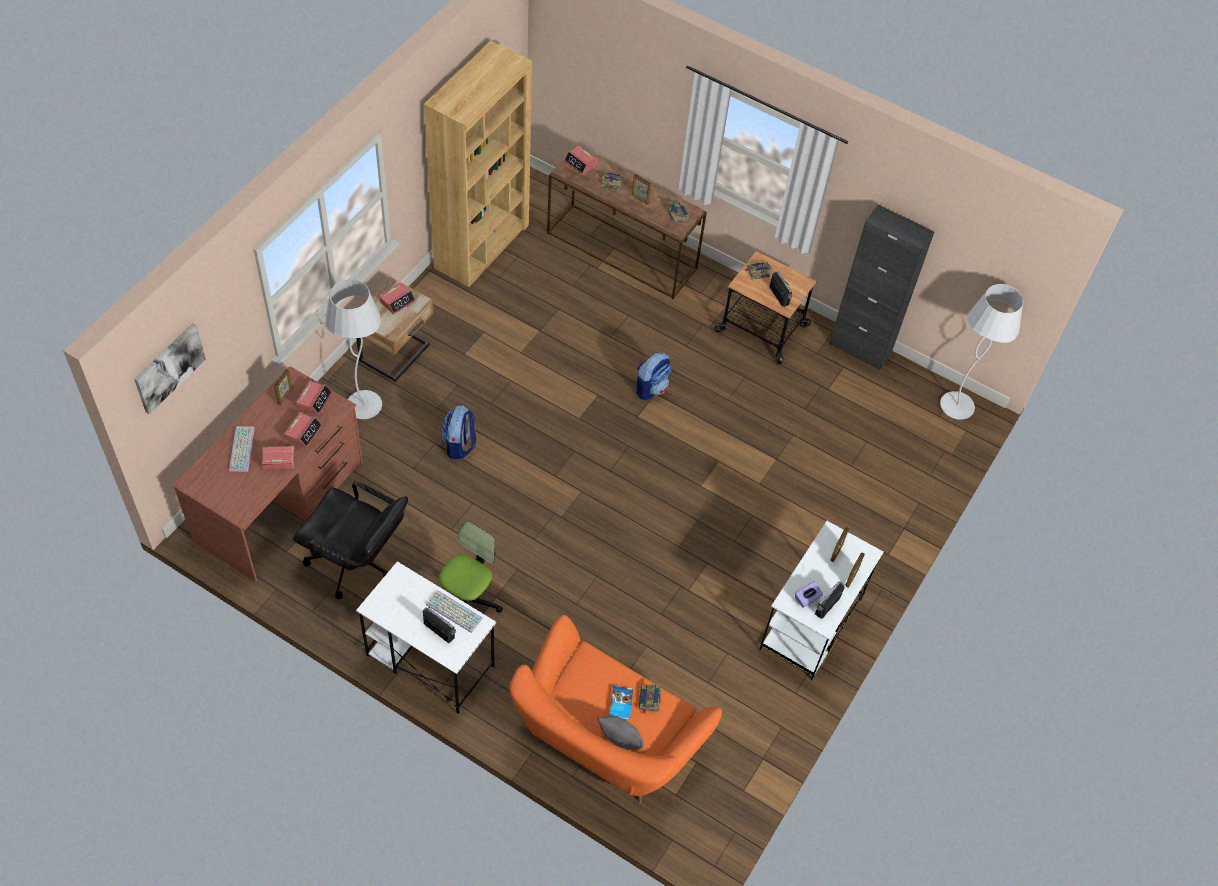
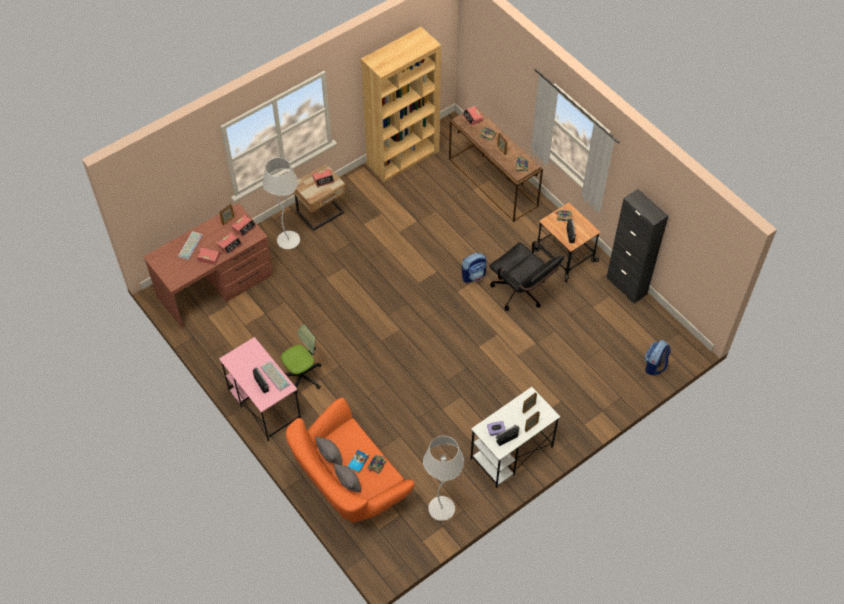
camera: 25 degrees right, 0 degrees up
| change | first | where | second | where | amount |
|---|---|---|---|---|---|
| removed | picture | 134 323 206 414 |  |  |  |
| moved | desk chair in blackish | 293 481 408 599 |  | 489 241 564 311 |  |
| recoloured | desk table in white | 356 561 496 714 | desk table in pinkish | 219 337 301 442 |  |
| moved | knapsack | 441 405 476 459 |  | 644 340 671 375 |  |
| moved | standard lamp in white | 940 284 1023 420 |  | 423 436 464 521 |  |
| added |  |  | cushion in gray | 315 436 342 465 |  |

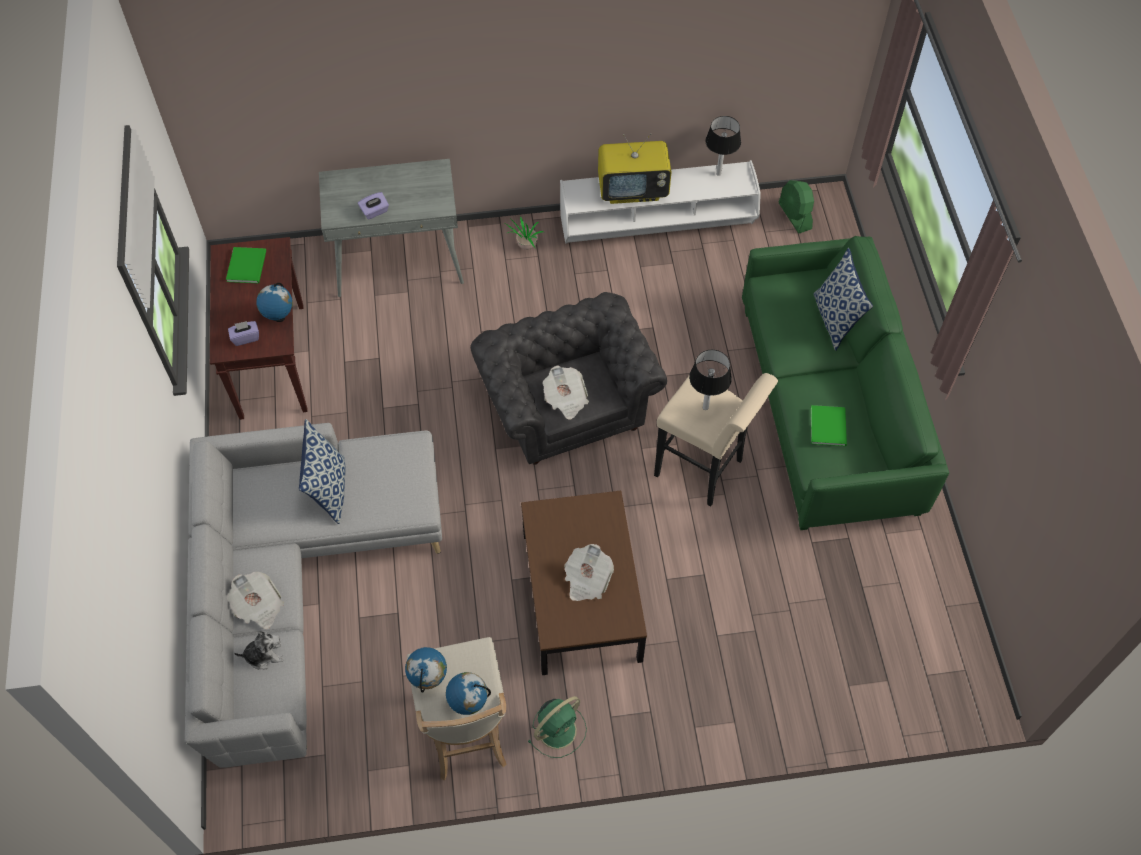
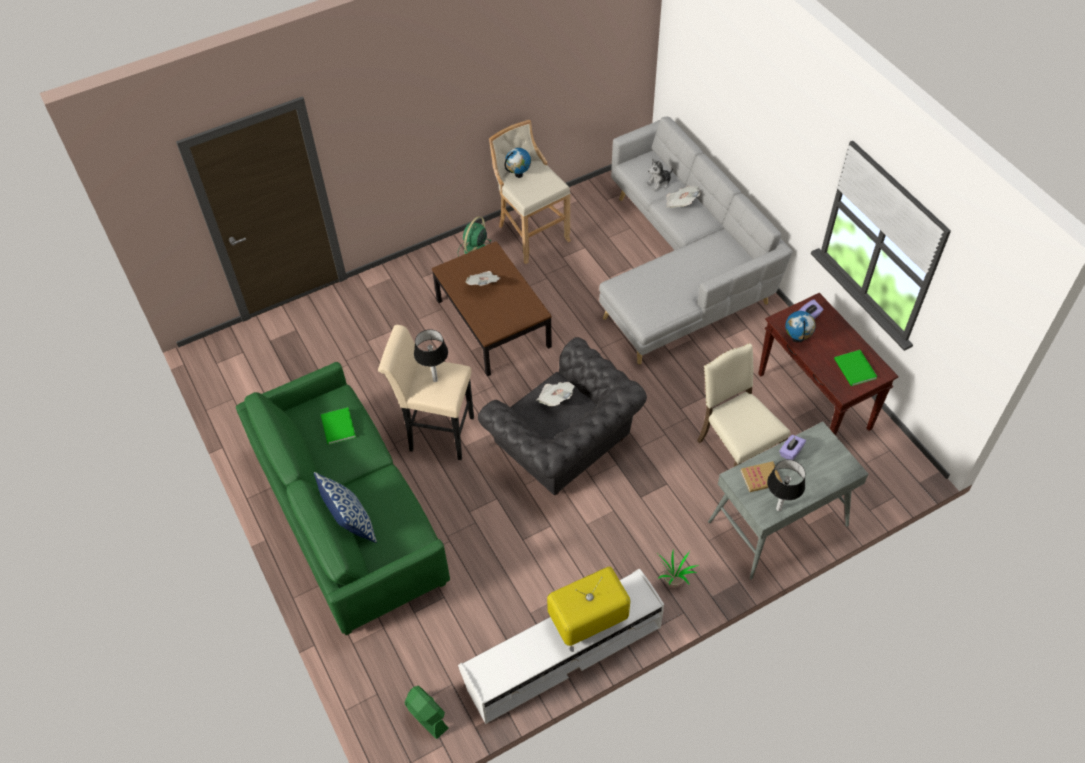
camera: 160 degrees right, 5 degrees down
| change | first | where | second | where | amount |
|---|---|---|---|---|---|
| removed | cushion | 299 419 346 524 |  |  |  |
| removed | globe | 405 647 447 692 |  |  |  |
| moved | tabletop lamp | 705 116 741 176 |  | 767 459 805 511 |  |
| added |  |  | upright chair in sand-coloured | 697 343 790 467 |  |
| added |  |  | volume | 741 461 782 492 |  |

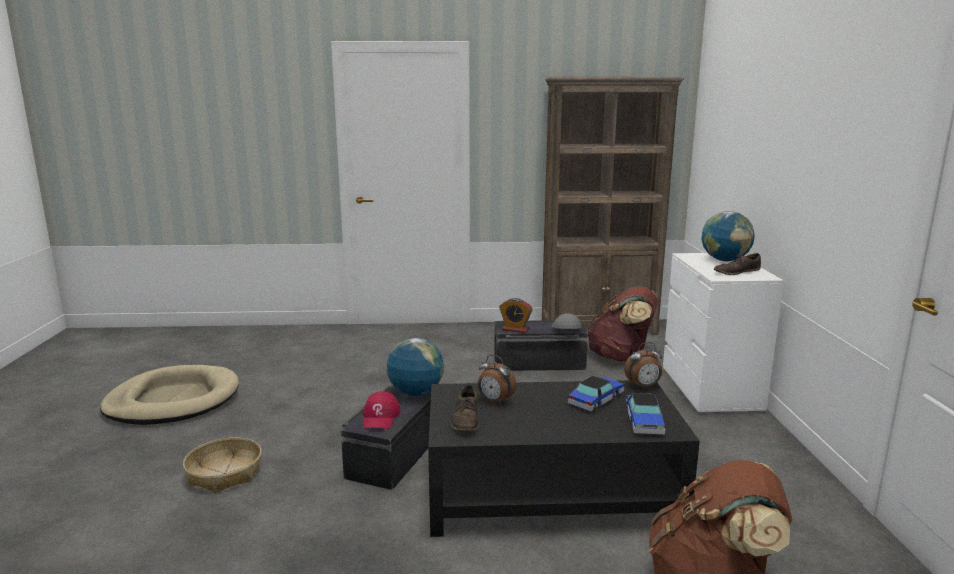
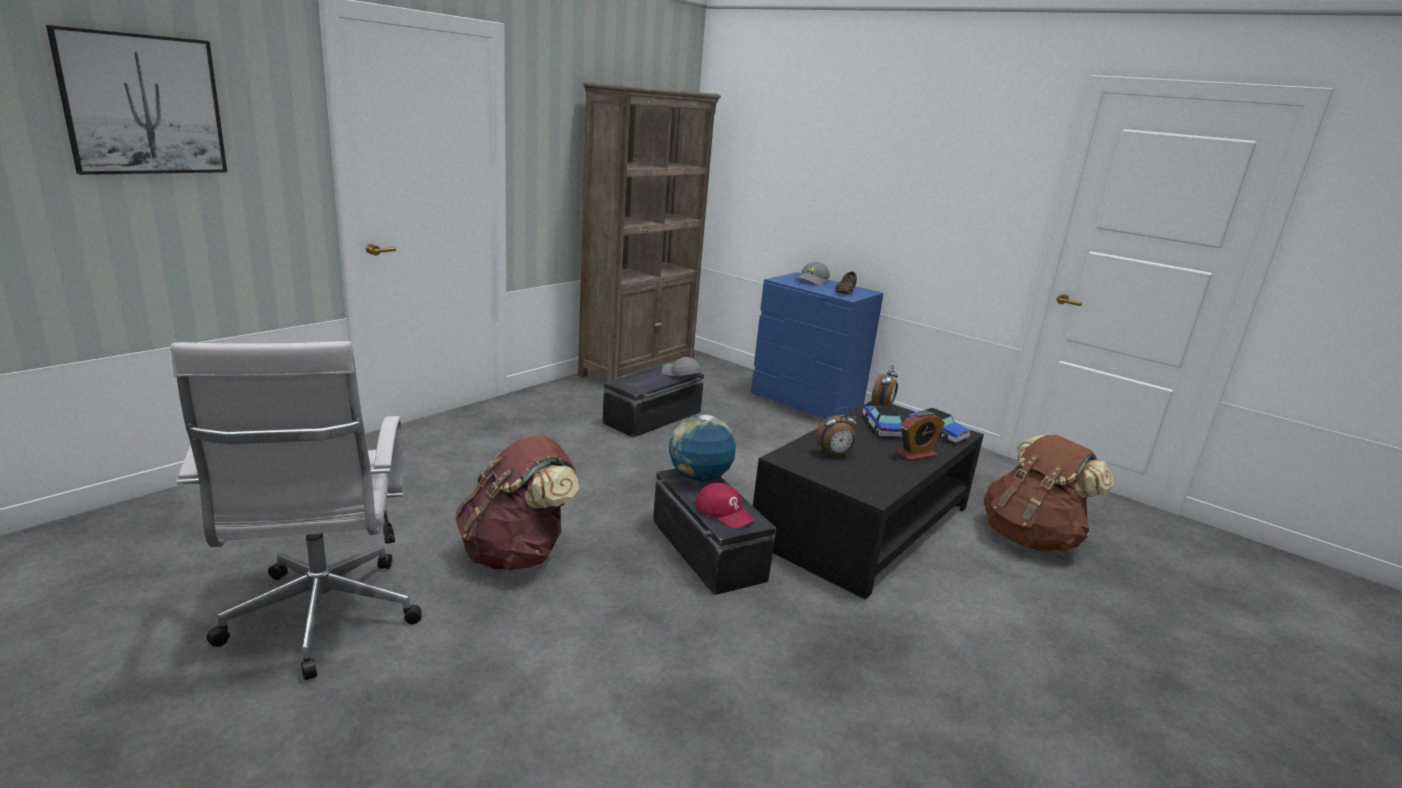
camera: 50 degrees left, 5 degrees up
| change | first | where | second | where | amount |
|---|---|---|---|---|---|
| replaced | pet bed in sand-coloured | 100 365 239 425 | desk chair in white | 171 341 422 680 |  |
| removed | household basket | 183 438 262 493 |  |  |  |
| removed | item of footwear in brown | 451 385 478 432 |  |  |  |
| moved | bedside clock | 499 298 533 333 |  | 896 411 945 462 |  |
| moved | knapsack in brown | 587 286 659 362 |  | 455 435 579 570 |  |
| recoloured | chest of drawers in white | 663 253 784 415 | chest of drawers in bluish | 751 272 884 419 |  |
| replaced | globe | 701 211 755 261 | baseball cap in gray | 795 262 830 285 |  |
| added |  |  | picture | 46 25 227 175 |  |

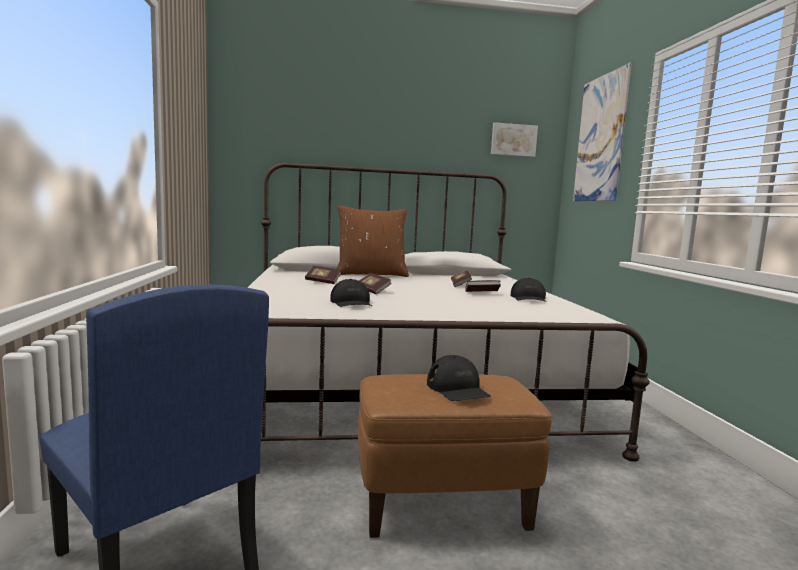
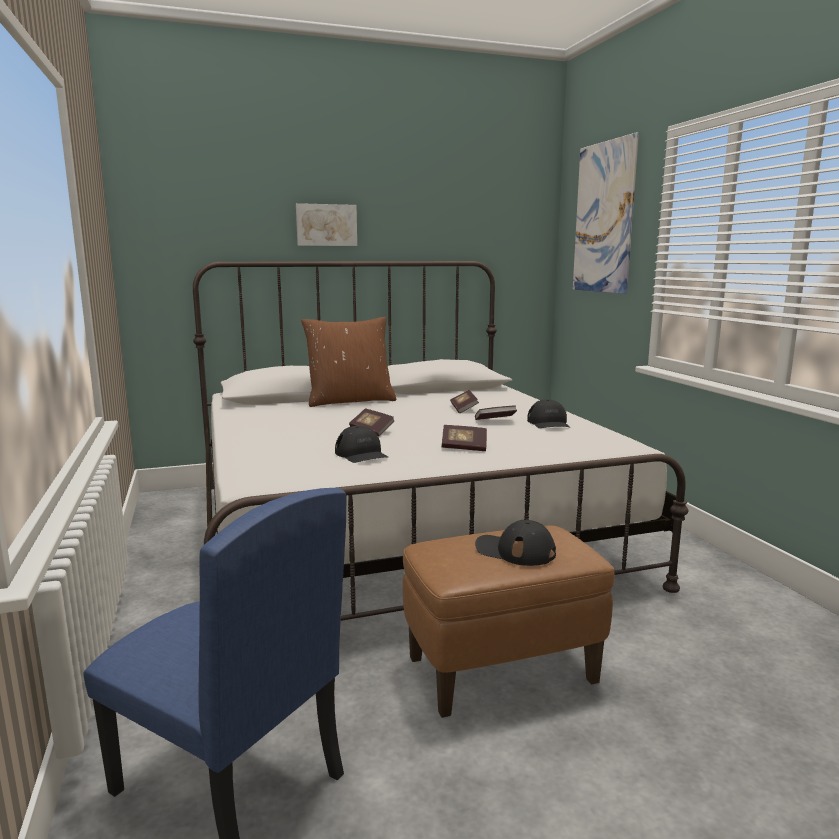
camera: 10 degrees left, 5 degrees up
| change | first | where | second | where | amount |
|---|---|---|---|---|---|
| moved | volume | 305 266 341 284 |  | 442 425 487 451 |  |
| turned | baseball cap in blackish | 427 355 491 401 |  | 475 520 556 566 | 150 degrees clockwise |
| moved | picture | 491 122 538 157 |  | 296 203 357 246 |  |

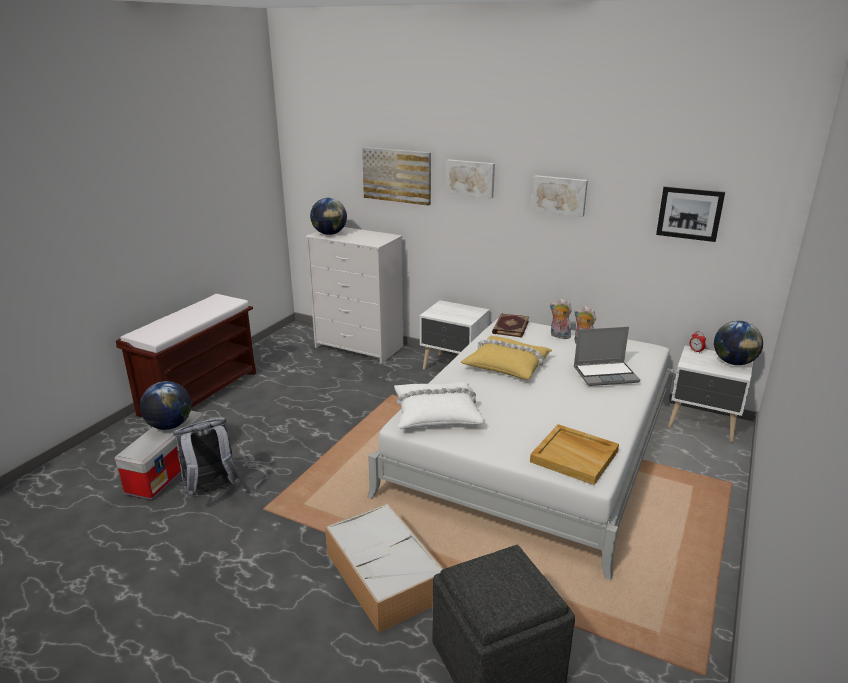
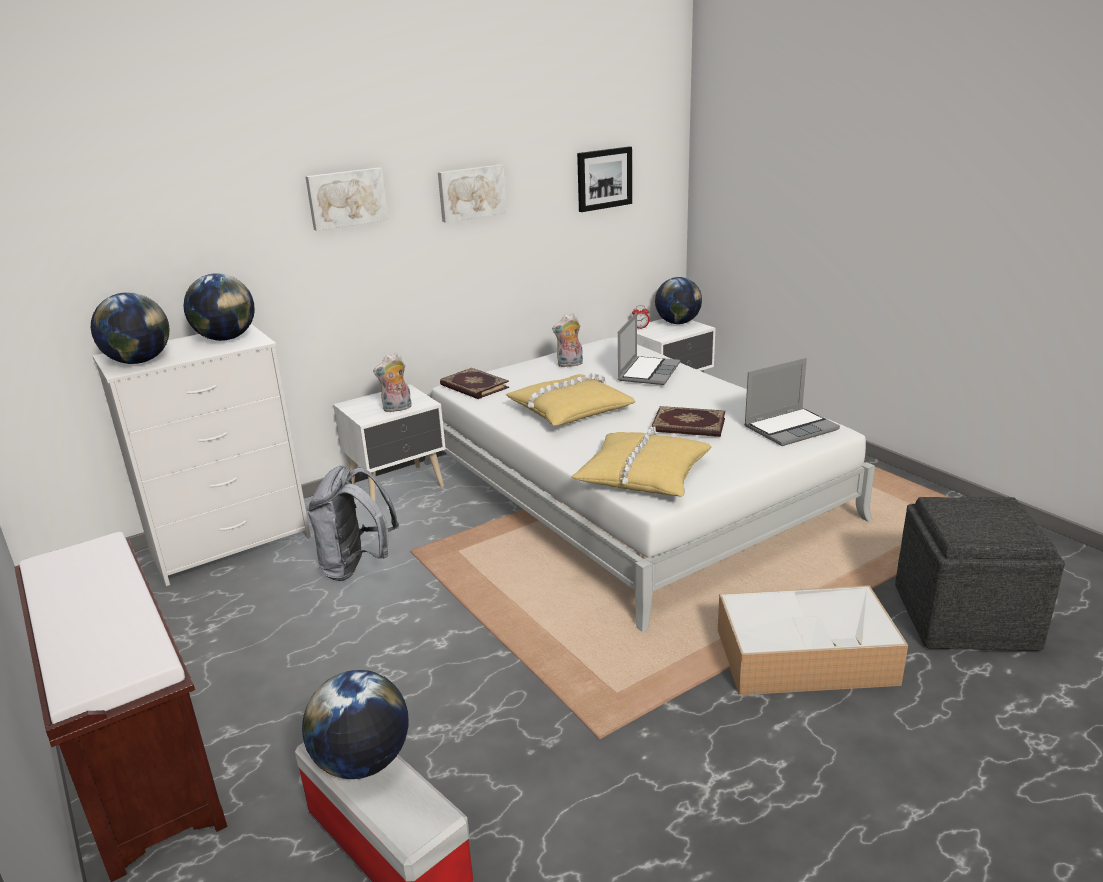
camera: 60 degrees left, 0 degrees up
| change | first | where | second | where | amount |
|---|---|---|---|---|---|
| moved | knapsack in gray | 173 417 241 498 |  | 307 466 399 581 |  |
| removed | picture | 362 147 431 206 |  |  |  |
| recoloured | cushion in white | 394 382 484 429 | cushion in yellow-coloured | 571 426 711 497 |  |
| replaced | serving tray in sand-coloured | 530 424 619 485 | notebook computer | 744 358 840 446 |  |
| moved | plush toy | 550 299 572 339 |  | 373 353 412 412 |  |
| added |  |  | globe | 184 273 255 341 |  |
| added |  |  | volume | 652 406 725 437 |  |

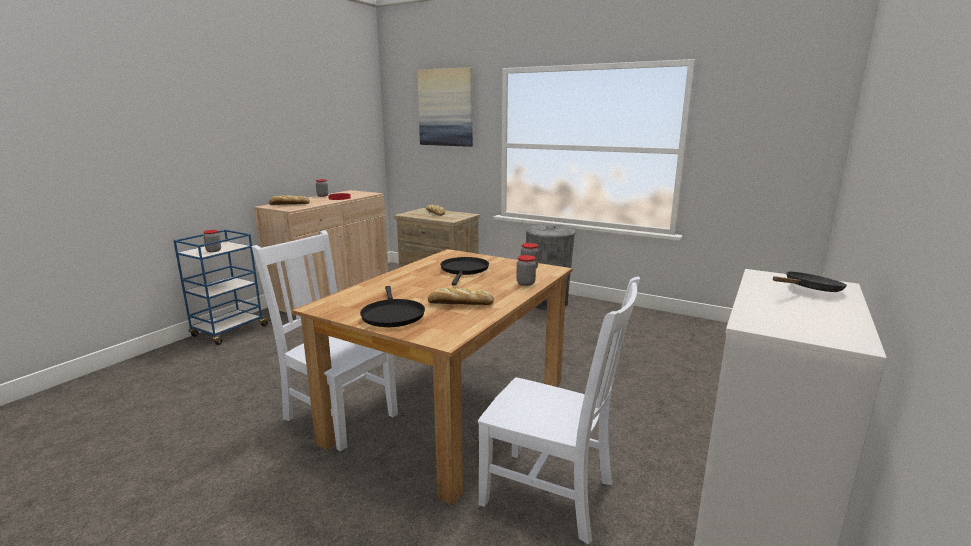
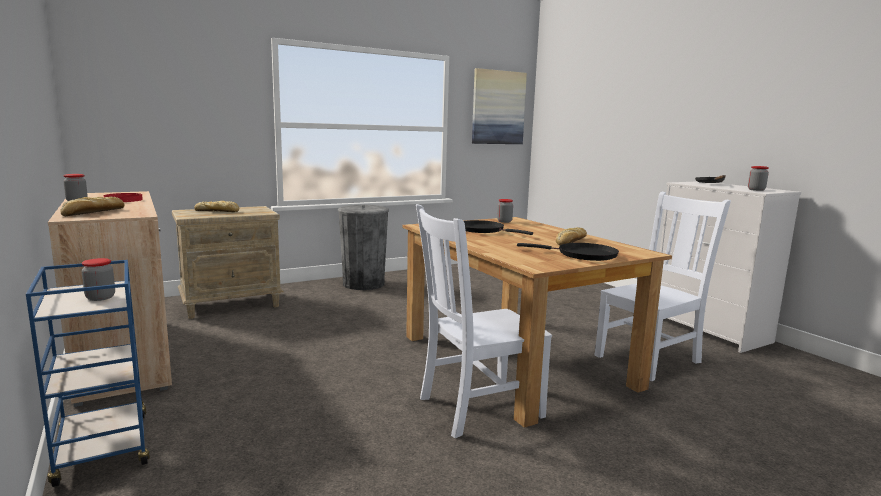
camera: 60 degrees left, 5 degrees down
| change | first | where | second | where | amount |
|---|---|---|---|---|---|
| moved | picture | 417 67 473 147 |  | 472 68 527 144 |  |
| moved | preserve jar | 516 255 536 286 |  | 748 166 769 191 |  |

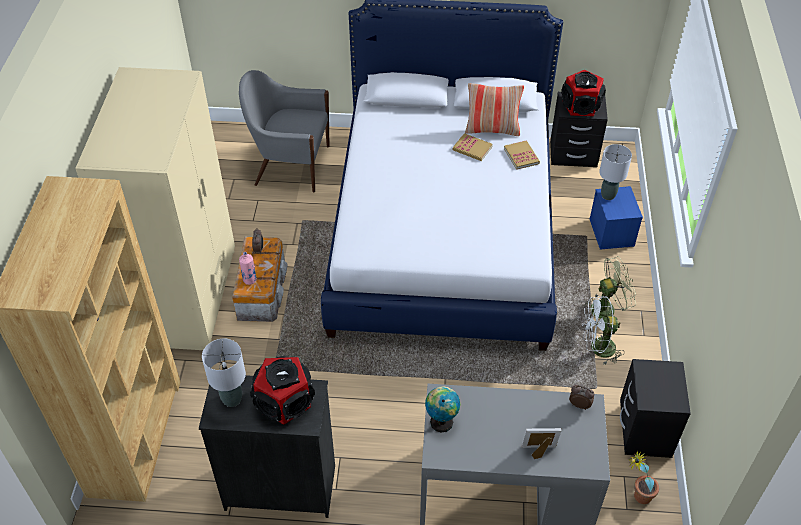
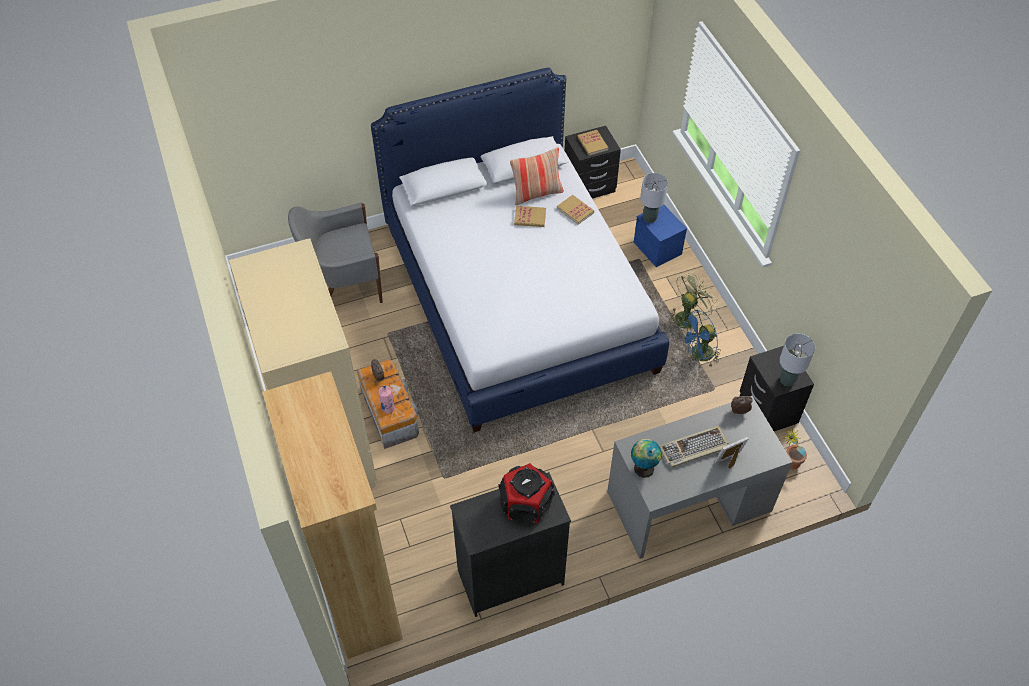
camera: 25 degrees left, 5 degrees up
| change | first | where | second | where | amount |
|---|---|---|---|---|---|
| moved | tabletop lamp in gray | 202 339 246 407 |  | 780 334 815 386 |  |
| replaced | loudspeaker | 561 70 606 116 | volume | 577 130 608 156 |  |
| recoloured | fan in white | 582 296 625 366 | fan in bluish | 680 310 721 366 |  |
| added |  |  | PC keyboard | 659 426 728 468 |  |

